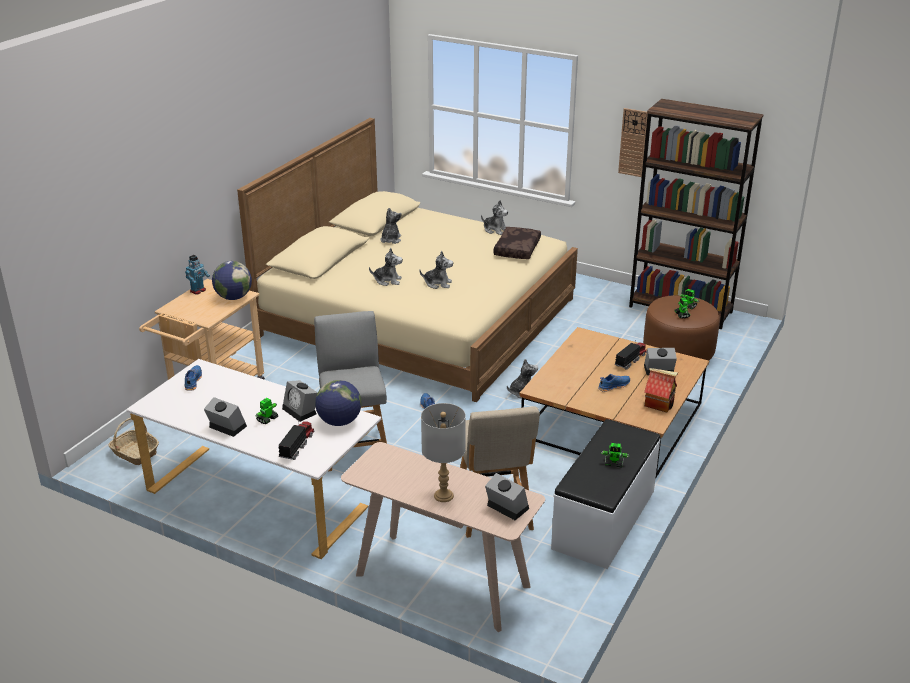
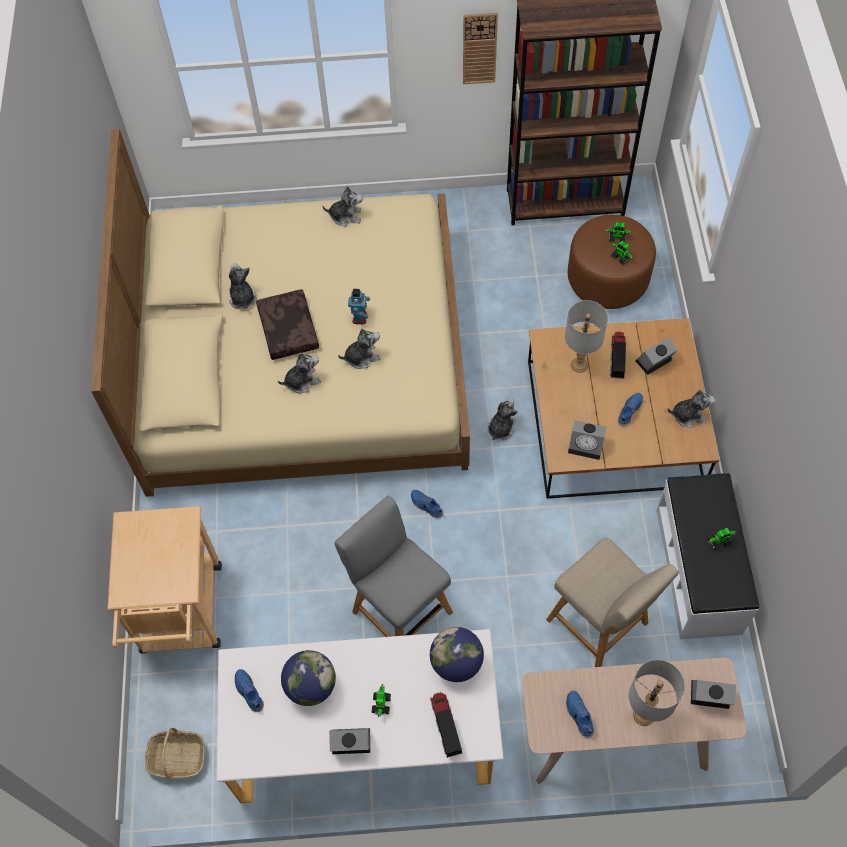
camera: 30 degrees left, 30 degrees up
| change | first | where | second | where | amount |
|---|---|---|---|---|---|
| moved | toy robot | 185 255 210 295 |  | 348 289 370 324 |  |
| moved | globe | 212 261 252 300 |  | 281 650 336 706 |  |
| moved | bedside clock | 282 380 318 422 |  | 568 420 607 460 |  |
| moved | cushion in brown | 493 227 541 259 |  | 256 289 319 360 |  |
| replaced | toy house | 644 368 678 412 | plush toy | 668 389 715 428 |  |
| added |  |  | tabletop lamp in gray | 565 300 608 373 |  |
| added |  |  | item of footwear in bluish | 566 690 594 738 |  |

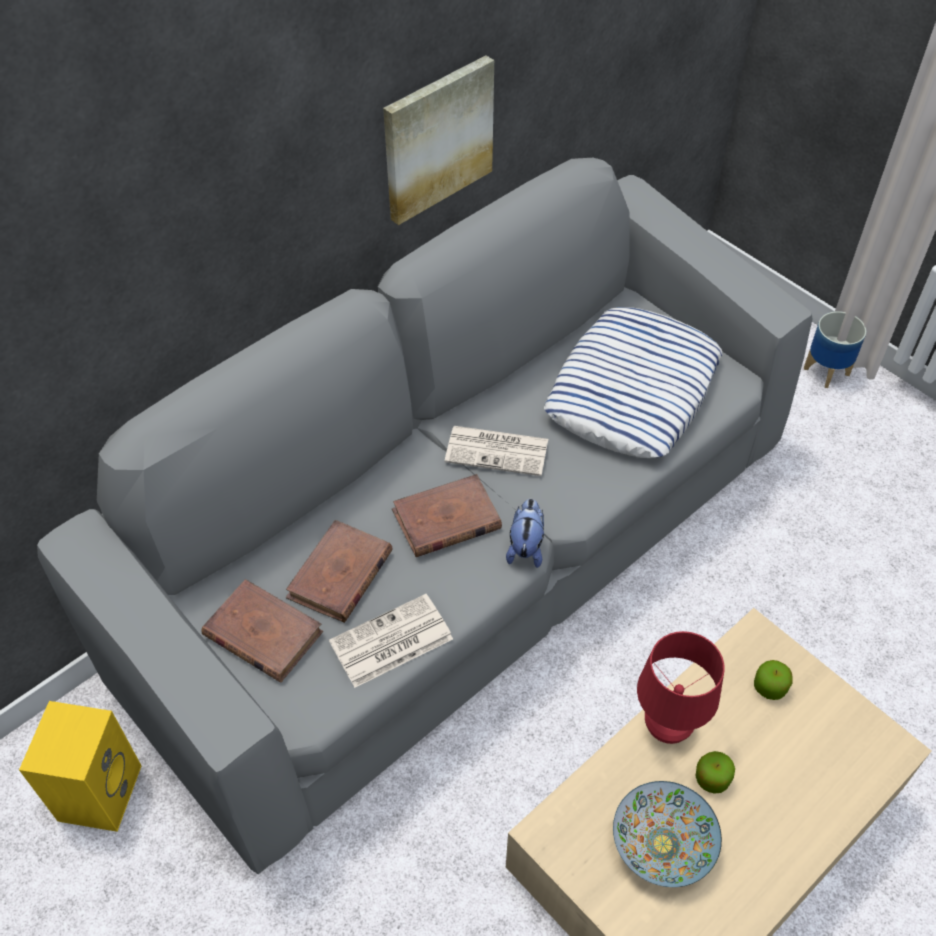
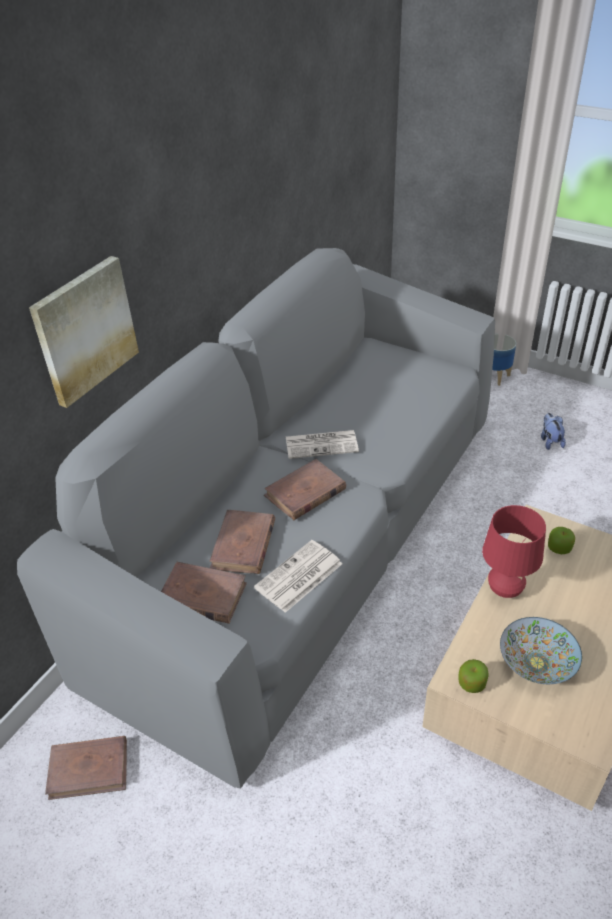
camera: 15 degrees left, 10 degrees down
| change | first | where | second | where | amount |
|---|---|---|---|---|---|
| replaced | loudspeaker in yellow-coloured | 19 701 142 832 | volume in brown | 45 736 127 800 |  |
| moved | picture | 383 55 494 225 |  | 29 256 139 408 |  |
| moved | plush toy | 506 499 544 568 |  | 541 413 566 450 |  |
| removed | cushion | 544 307 722 458 |  |  |  |
| moved | whole apple | 695 751 735 794 |  | 458 659 489 693 |  |

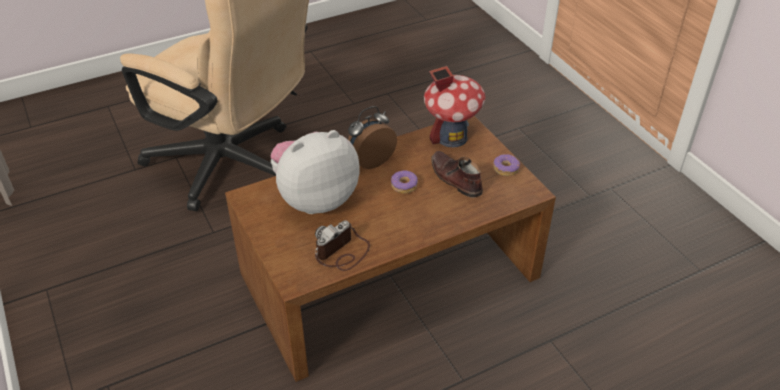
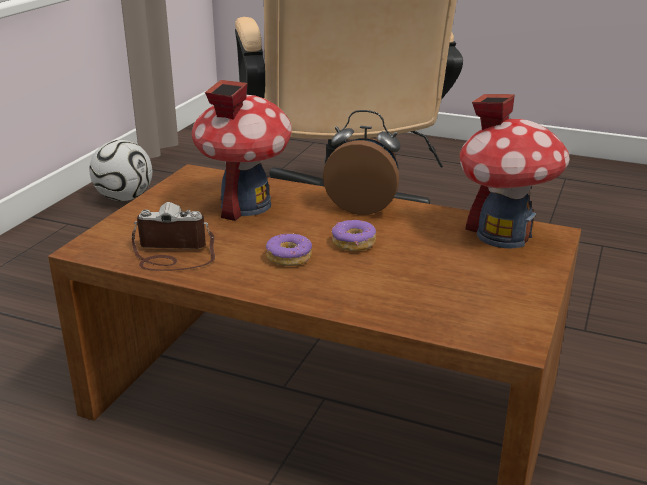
camera: 50 degrees right, 15 degrees down
| change | first | where | second | where | amount |
|---|---|---|---|---|---|
| replaced | plush toy | 271 130 360 214 | toy house | 192 80 292 221 |  |
| removed | item of footwear in brown | 431 151 483 197 |  |  |  |
| moved | doughnut | 493 154 520 176 |  | 266 233 312 266 |  |
| added |  |  | ball for football | 89 140 153 201 |  |

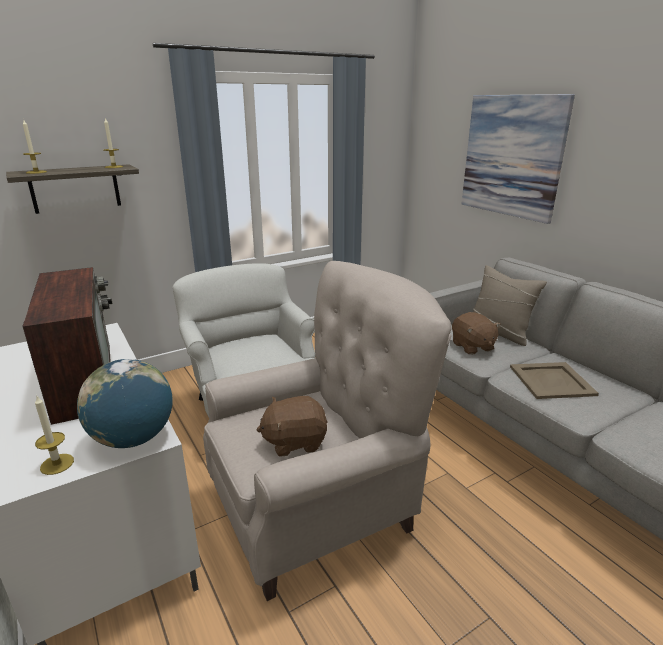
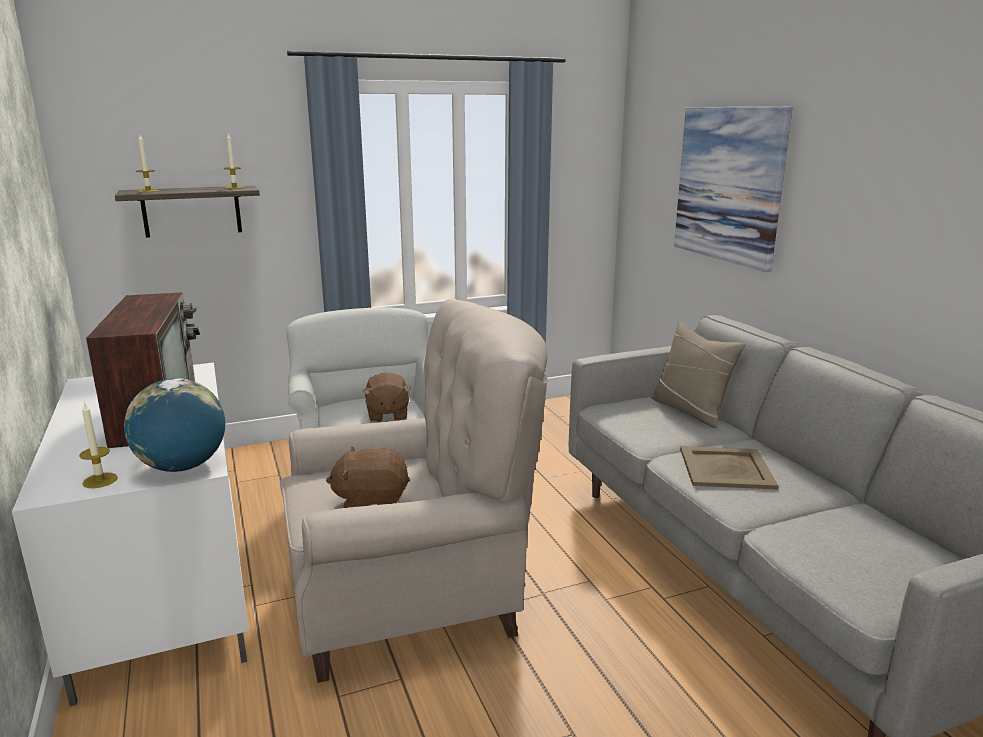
camera: 10 degrees right, 5 degrees down
| change | first | where | second | where | amount |
|---|---|---|---|---|---|
| moved | plush toy in brown | 452 312 501 355 |  | 362 373 411 423 |  |

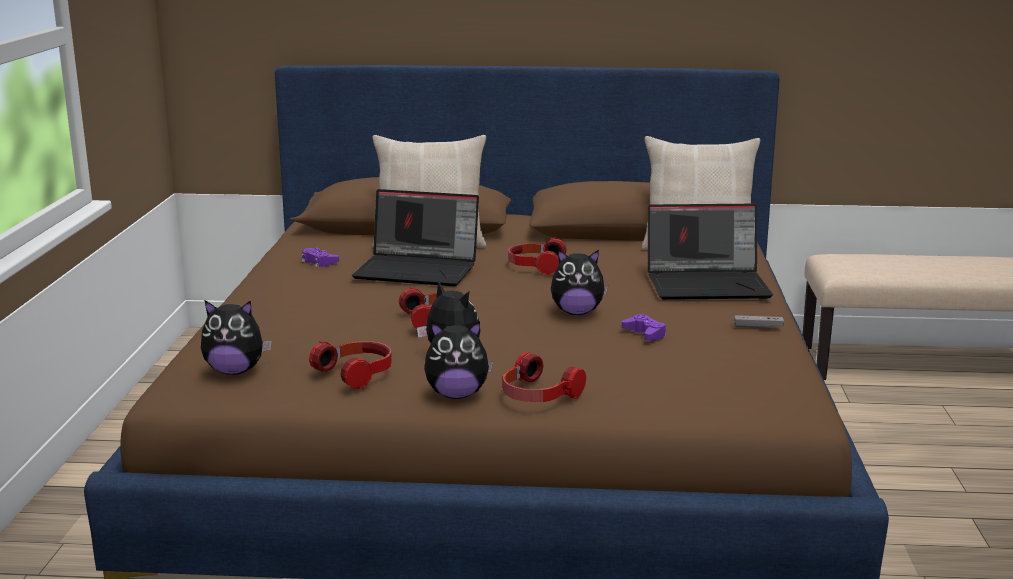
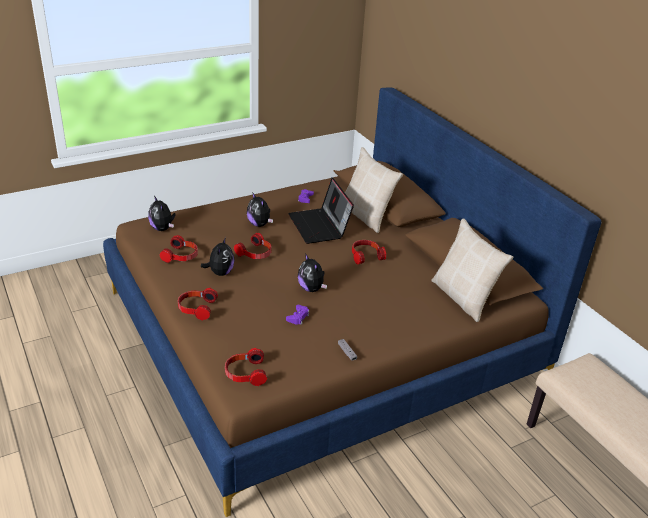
camera: 55 degrees right, 15 degrees up
| change | first | where | second | where | amount |
|---|---|---|---|---|---|
| moved | plush toy | 424 321 493 399 |  | 247 192 273 227 |  |
| removed | notebook computer | 648 204 773 300 |  |  |  |
| added |  |  | headphones | 225 348 267 386 |  |

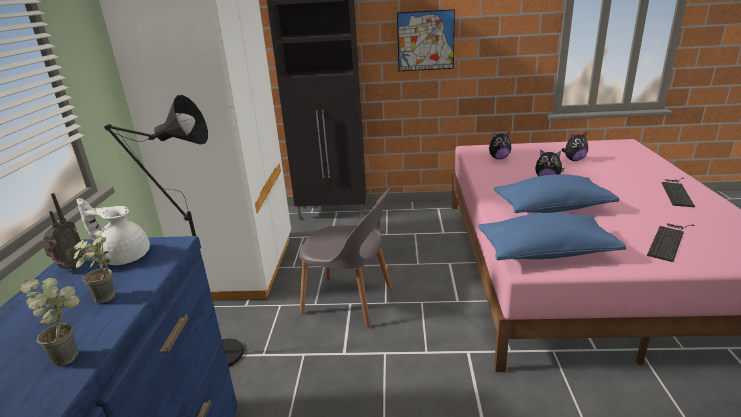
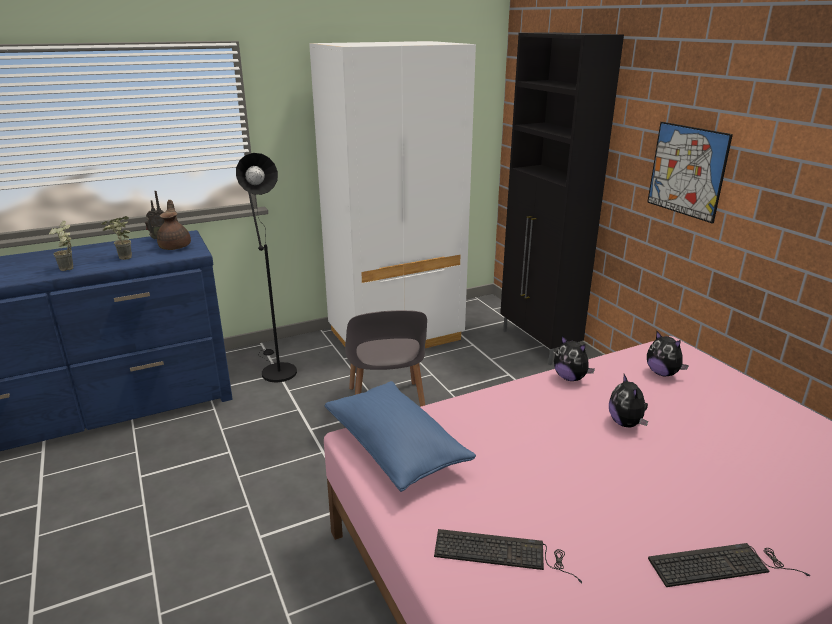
camera: 60 degrees right, 0 degrees up
| change | first | where | second | where | amount |
|---|---|---|---|---|---|
| recoloured | tea pot in white | 77 198 150 265 | tea pot in brown | 157 200 191 250 |  |
| removed | cushion in bluish | 494 174 619 213 |  |  |  |
| moved | plush toy | 561 132 588 161 |  | 554 336 595 381 |  |

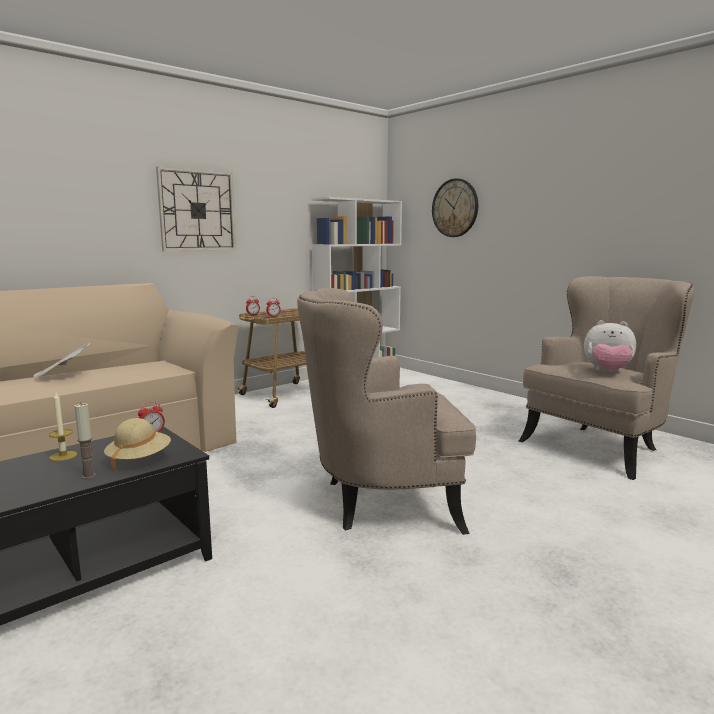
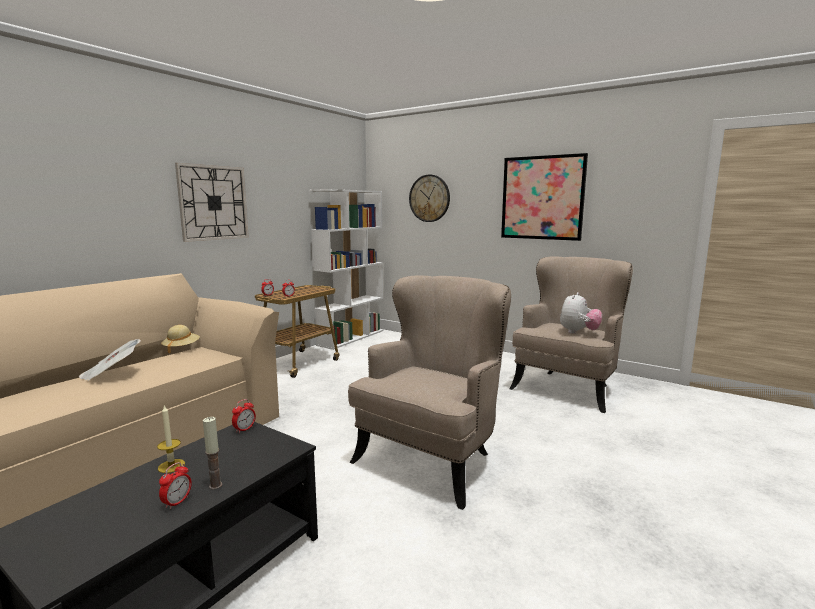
camera: 15 degrees left, 0 degrees up
| change | first | where | second | where | amount |
|---|---|---|---|---|---|
| moved | clothing hat in sand-coloured | 104 418 171 471 |  | 161 325 200 354 |  |
| turned | armchair in sand-coloured | 297 288 476 535 |  | 348 275 511 510 | 150 degrees clockwise |
| turned | plush toy | 584 320 636 372 |  | 560 292 602 333 | 60 degrees counterclockwise |
| added |  |  | bedside clock | 159 462 192 510 |  |
| added |  |  | picture | 501 153 588 241 |  |

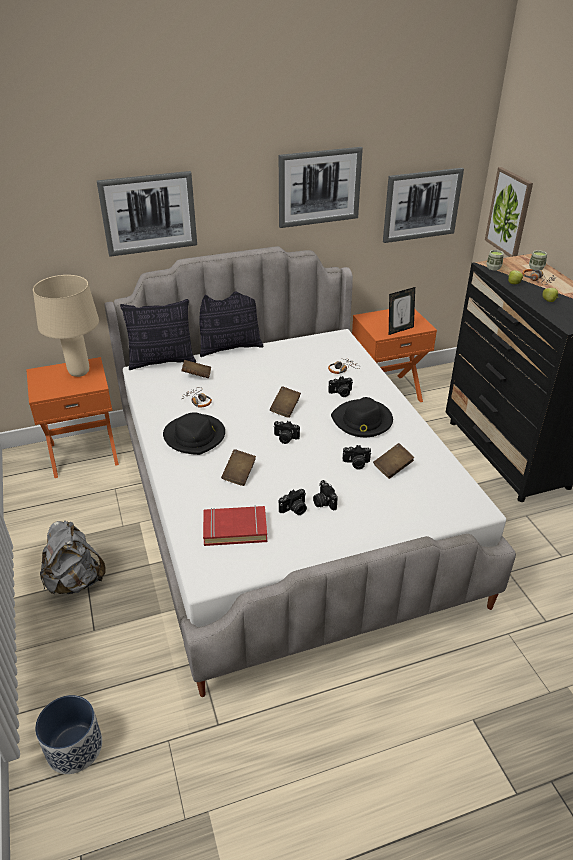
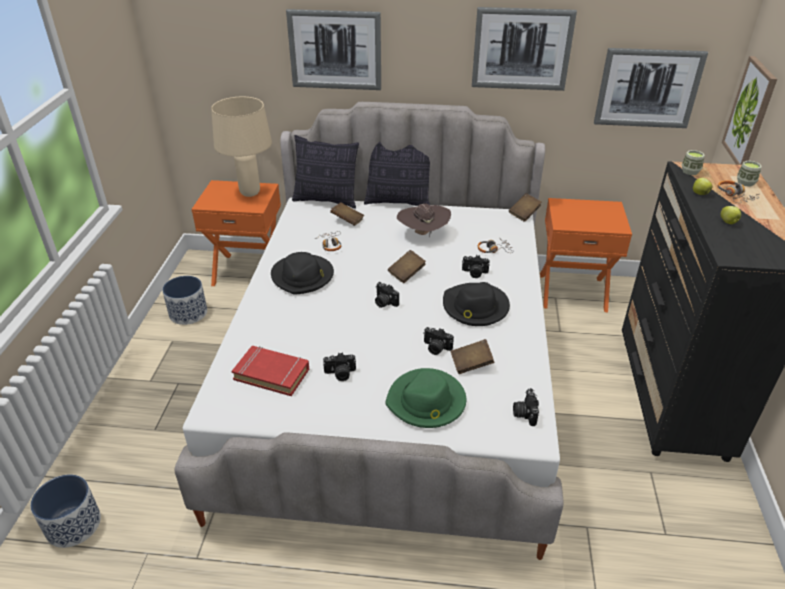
camera: 25 degrees right, 0 degrees up
| change | first | where | second | where | amount |
|---|---|---|---|---|---|
| removed | knapsack in gray | 40 521 106 594 |  |  |  |
| moved | volume in brown | 221 449 256 486 |  | 509 193 542 222 |  |
| moved | photo camera | 313 480 338 510 |  | 513 388 539 426 |  |
| removed | picture frame | 389 287 415 335 |  |  |  |
| added |  |  | planter | 162 276 207 325 |  |
| added |  |  | clothing hat in green | 385 368 466 428 |  |
| added |  |  | clothing hat in brown | 397 204 451 238 |  |

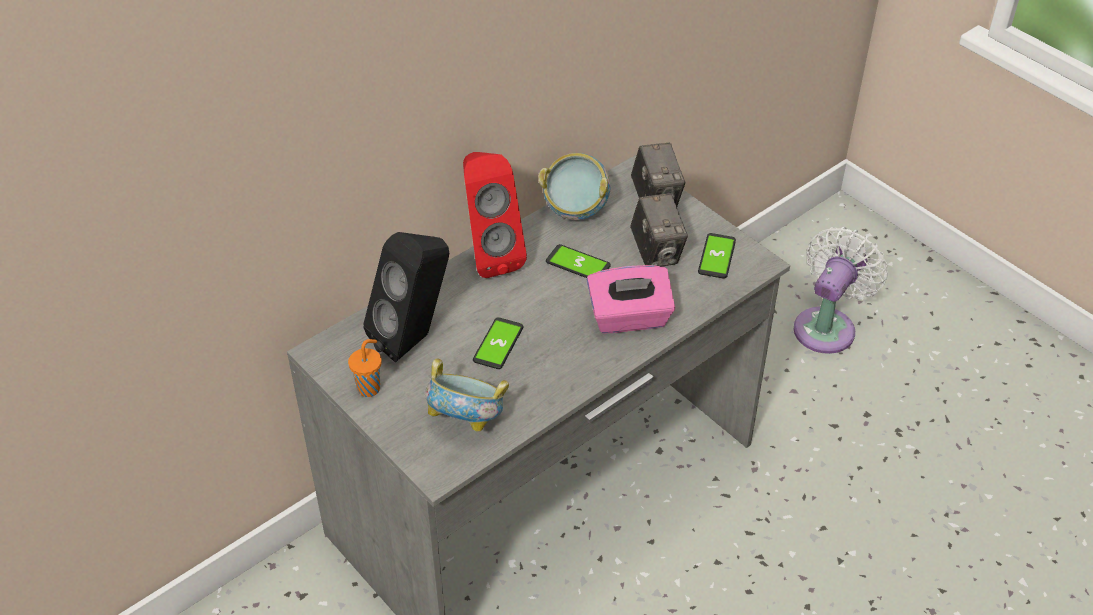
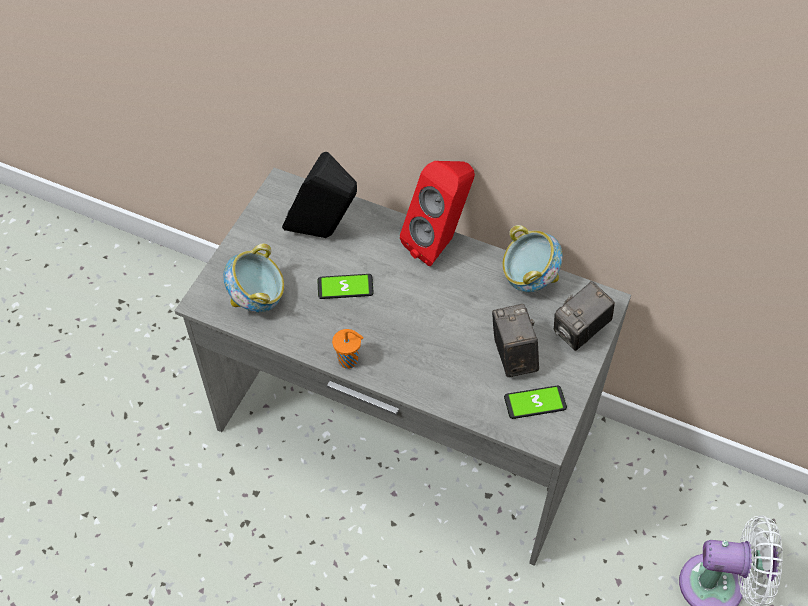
camera: 65 degrees right, 10 degrees up
| change | first | where | second | where | amount |
|---|---|---|---|---|---|
| moved | small cup in orange-coloured | 348 339 382 397 |  | 332 329 364 369 |  |
| removed | phone | 546 244 611 278 |  |  |  |
| removed | box of tissues in pinkish | 587 265 675 333 |  |  |  |
| turned | photo camera | 630 193 688 267 |  | 492 304 539 377 | 120 degrees clockwise |

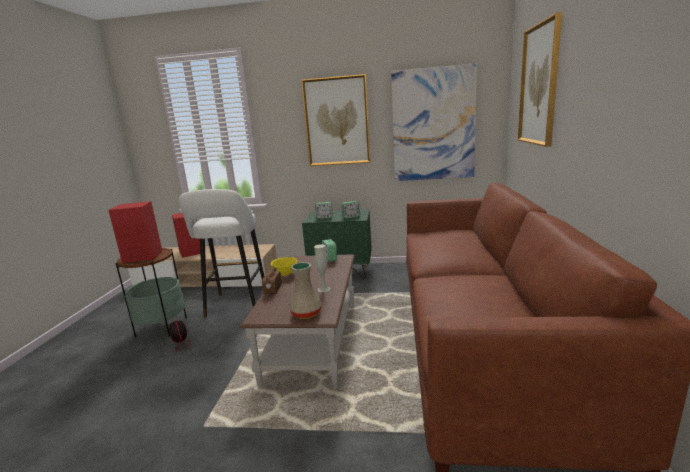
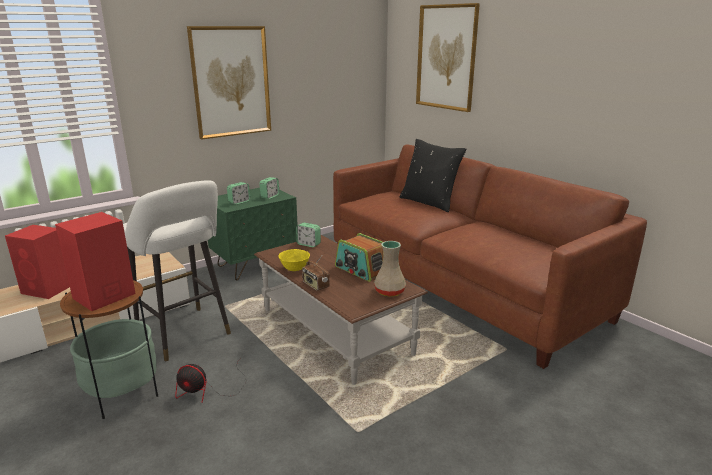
camera: 45 degrees left, 5 degrees up
| change | first | where | second | where | amount |
|---|---|---|---|---|---|
| replaced | decorative vase in white | 314 244 330 292 | radio set | 335 233 383 282 |  |
| removed | picture | 391 63 477 181 |  |  |  |
| added |  |  | cushion in blackish | 400 139 466 212 |  |

